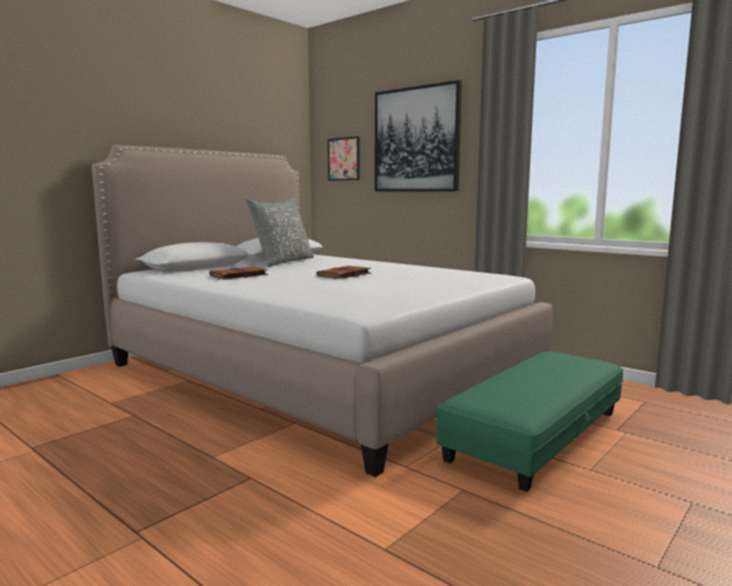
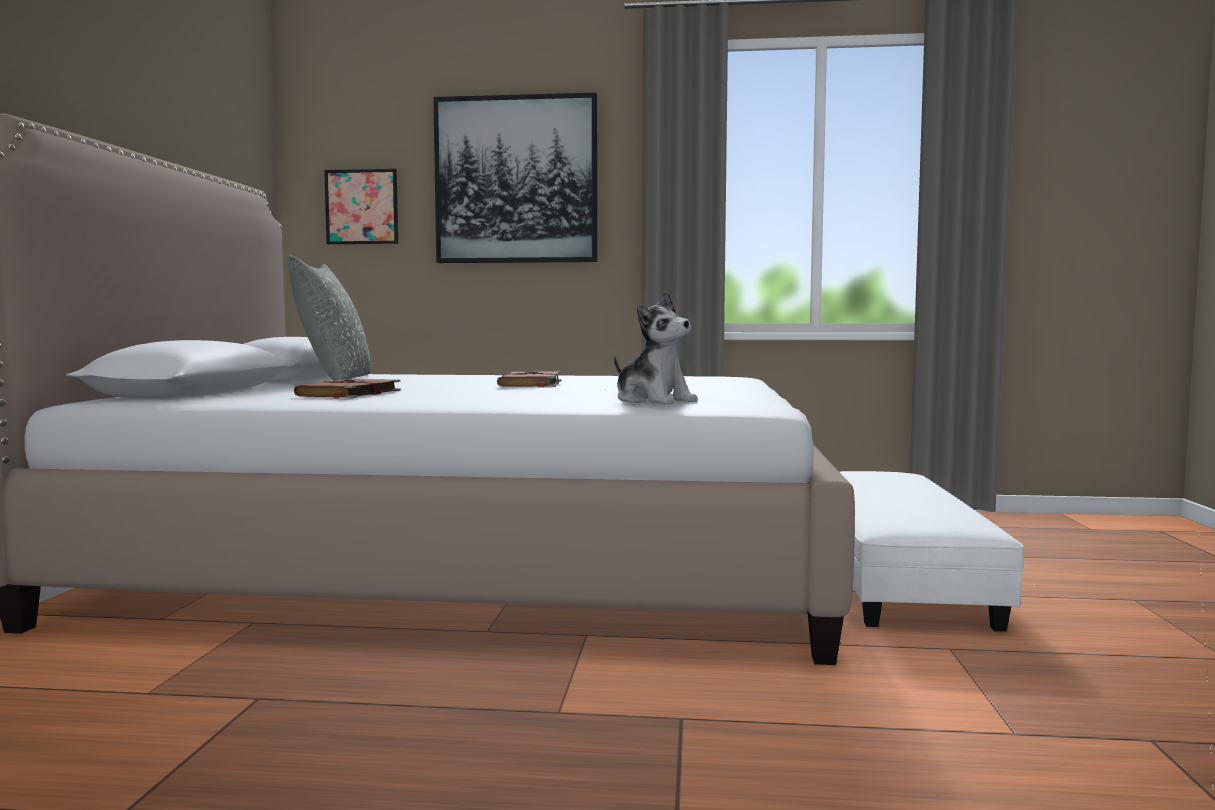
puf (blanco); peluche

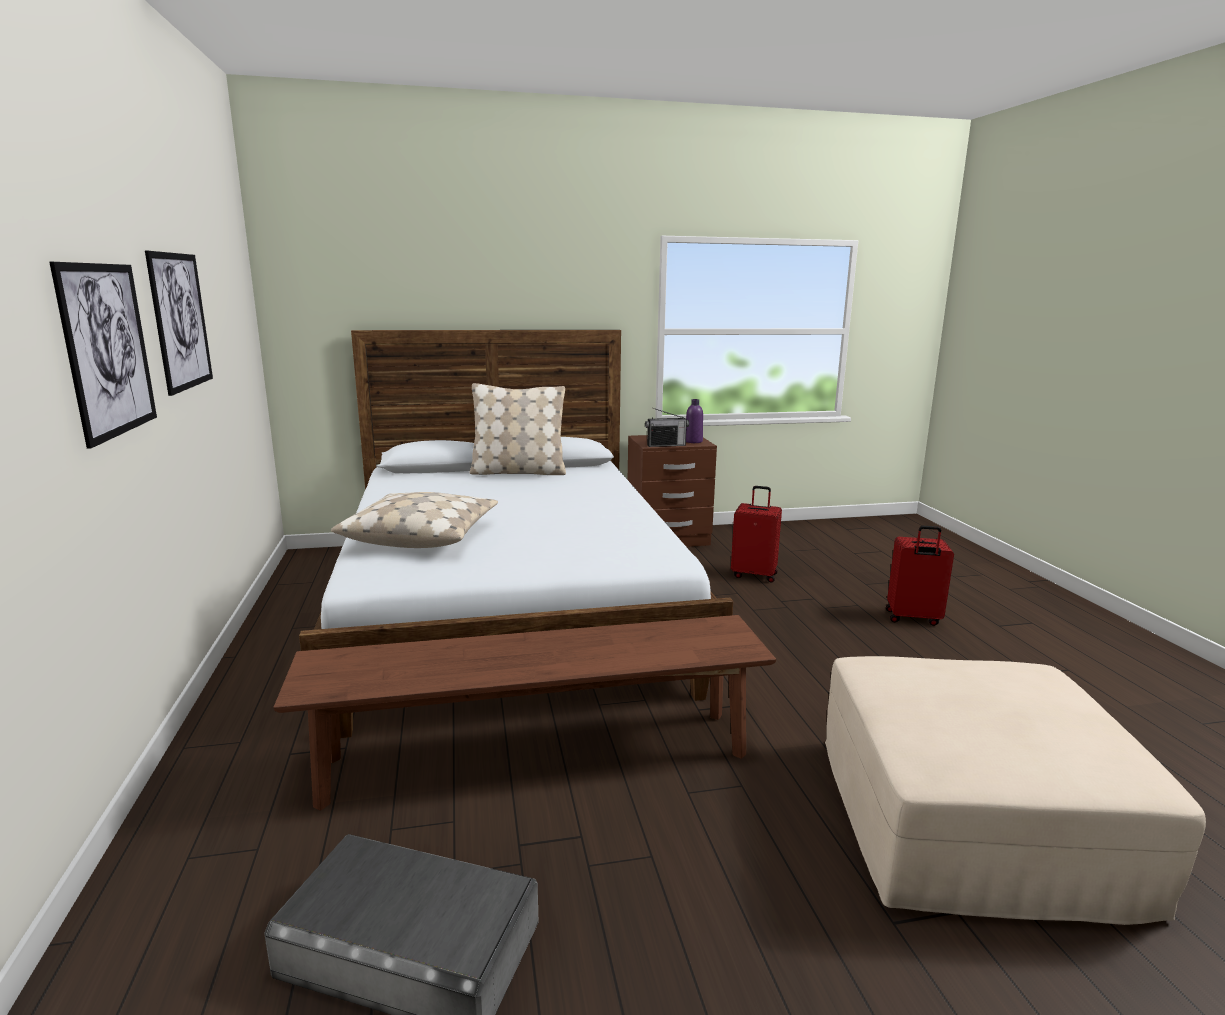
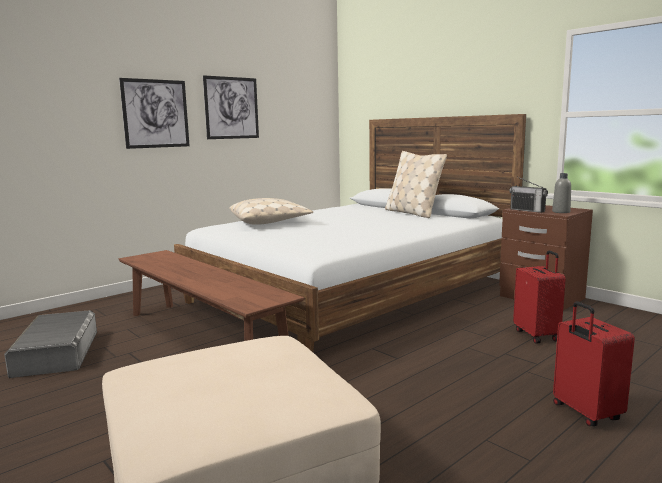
botella (gris)

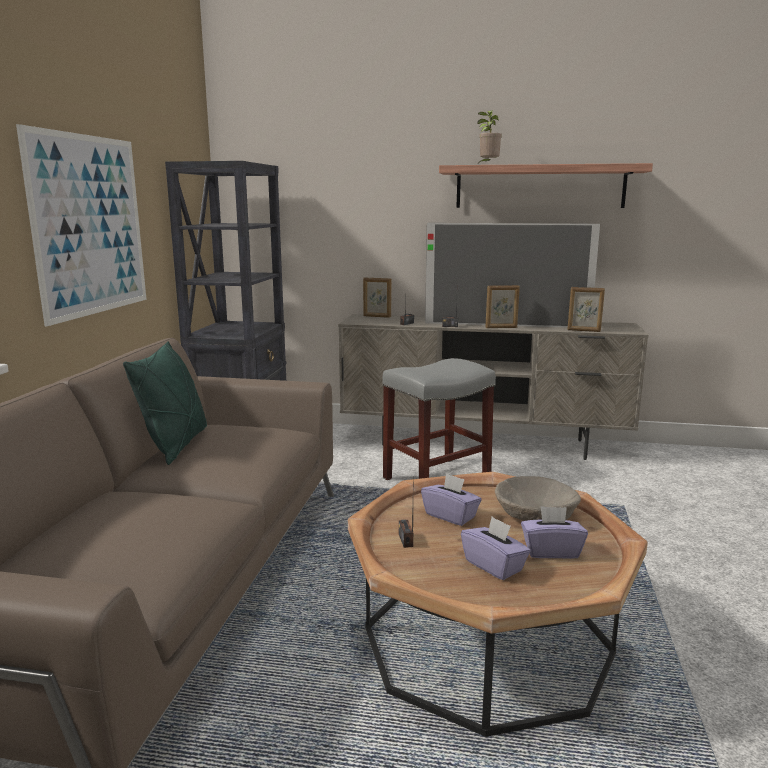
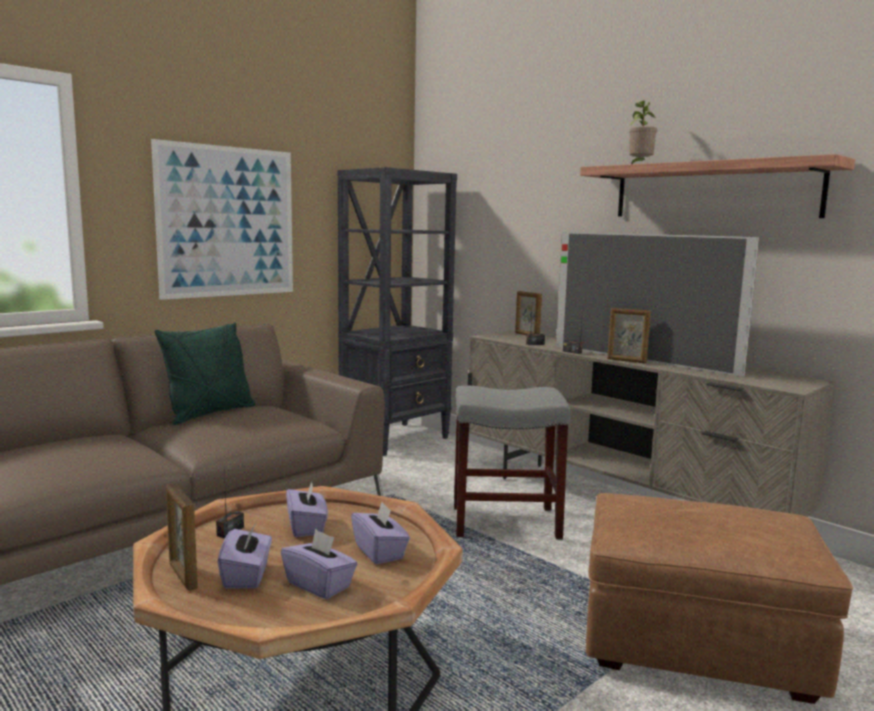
portarretratos (1st from left); caja de pañuelos (morado) (4th from left); puf (marrón)

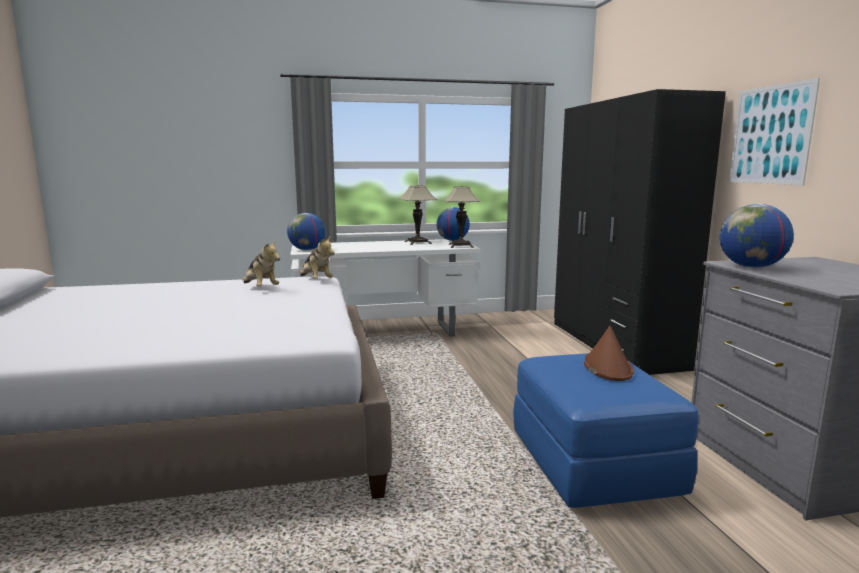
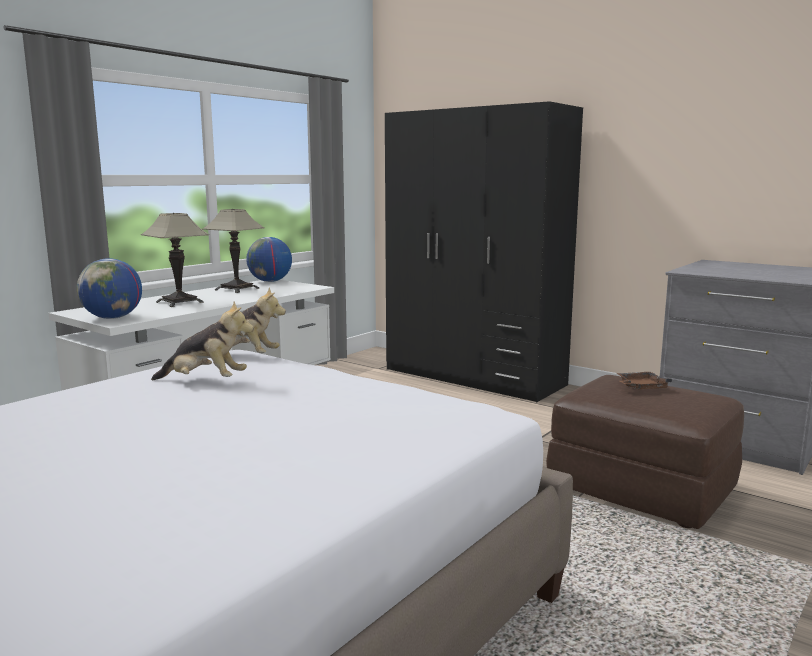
cuadro; lámpara de mesa (1st from left); globo terráqueo (3rd from left in the first image); bandeja (marrón); puf (marrón)

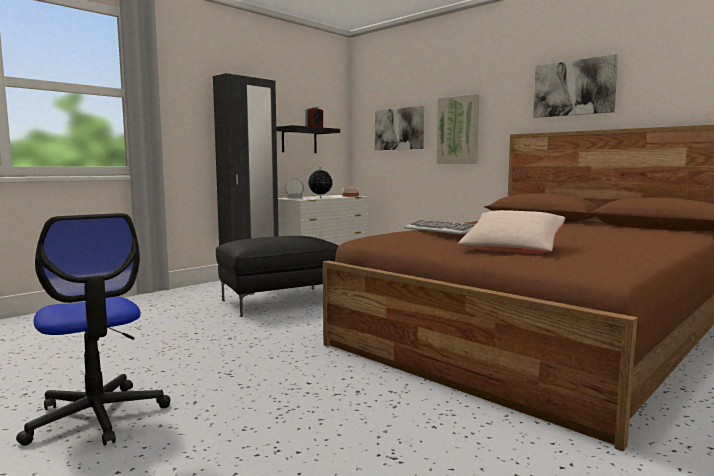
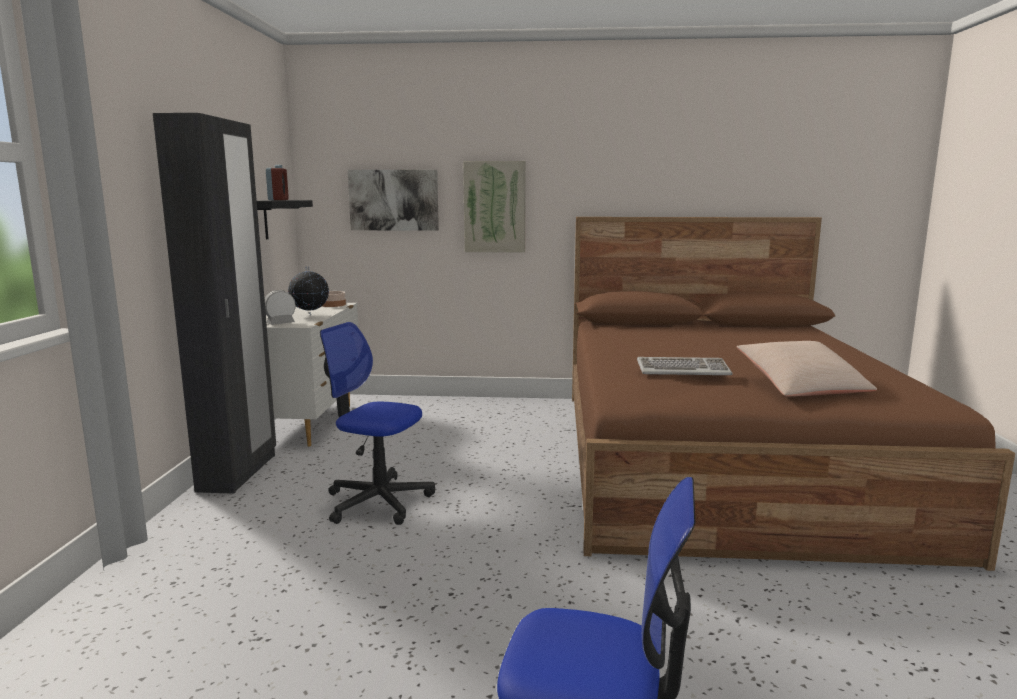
cuadro (3rd from left in the first image); silla de oficina (1st from left)

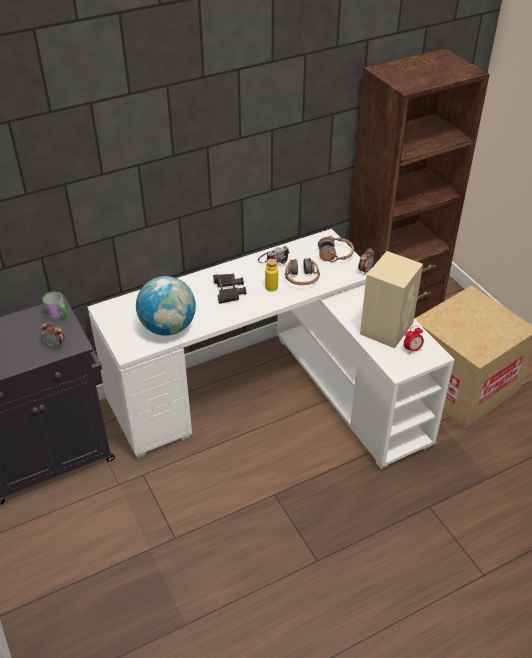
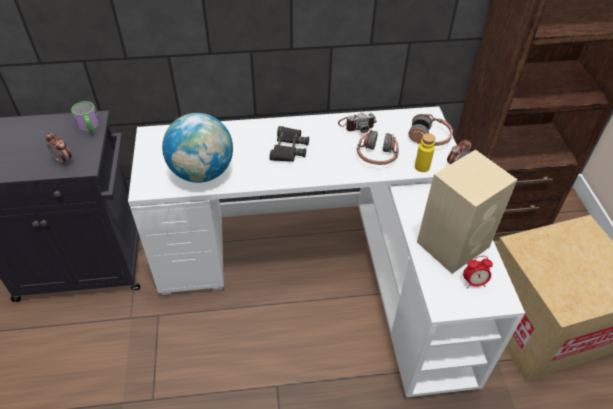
botella (amarillo)

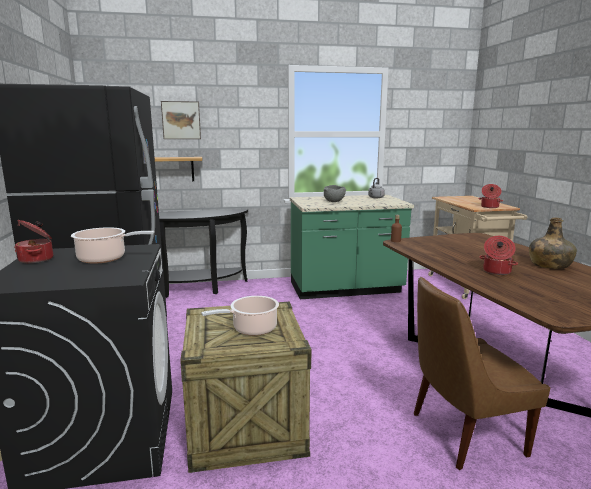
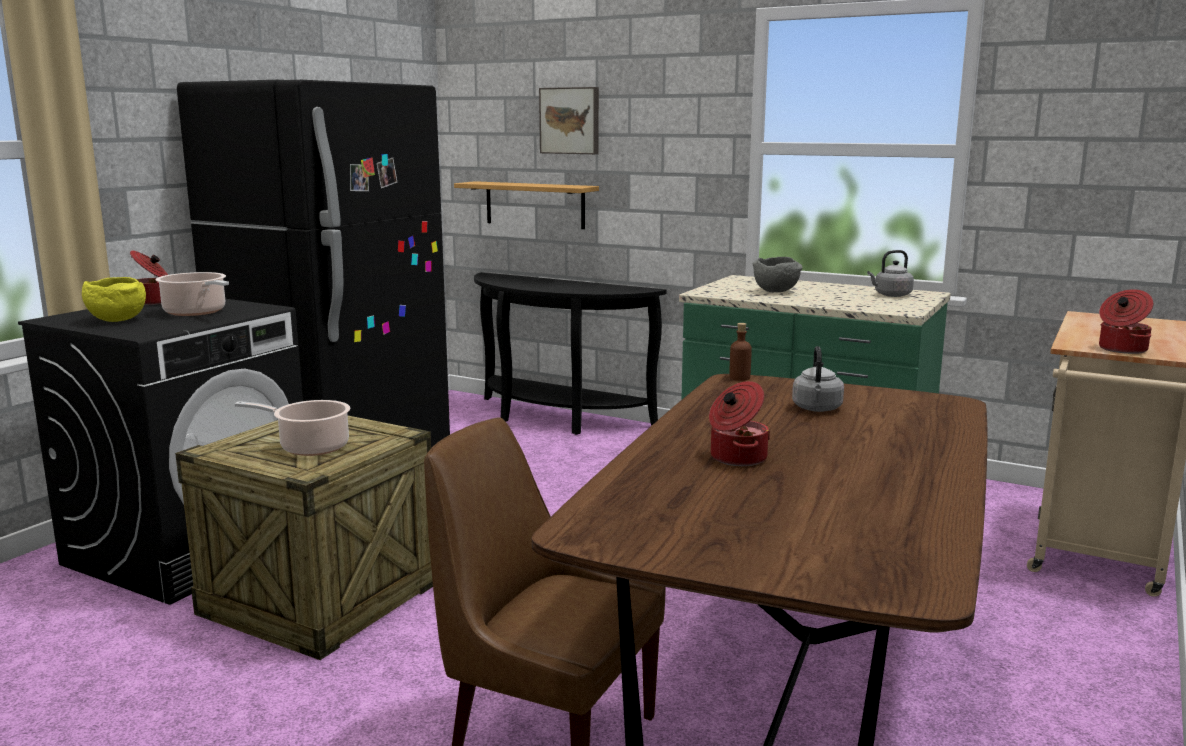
botella (verde); cuenco (amarillo); hervidor (gris) (1st from left)

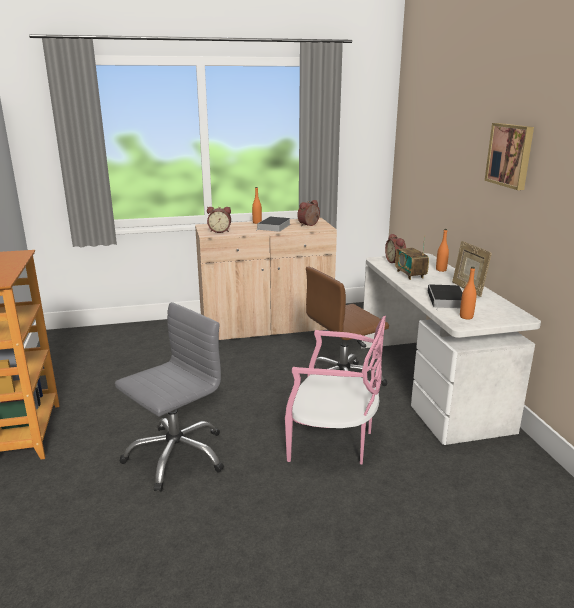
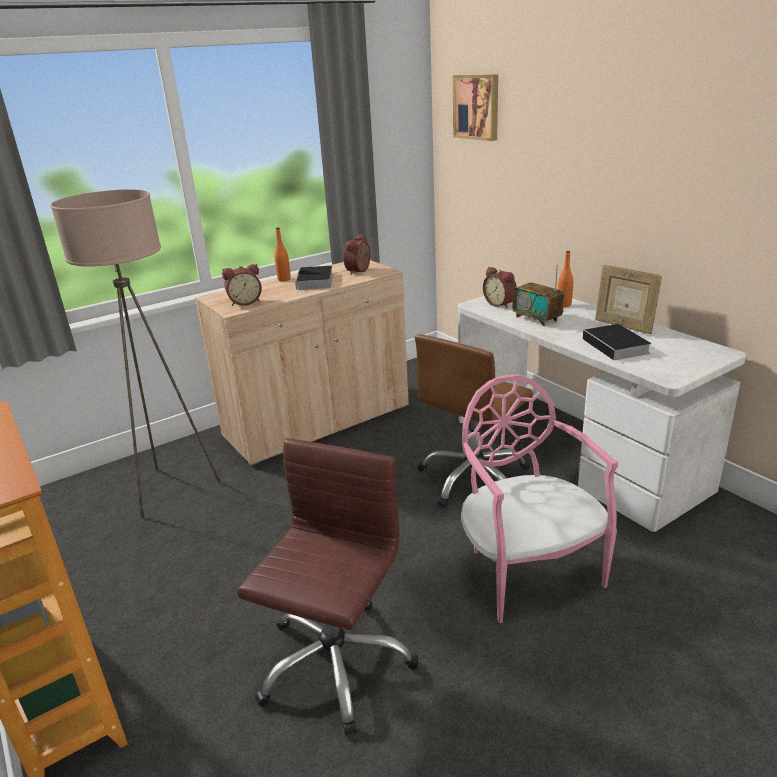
cuadro; botella (naranja) (3rd from left in the first image); silla de oficina (marrón) (1st from left); silla (rosa); lámpara de pie (beis)

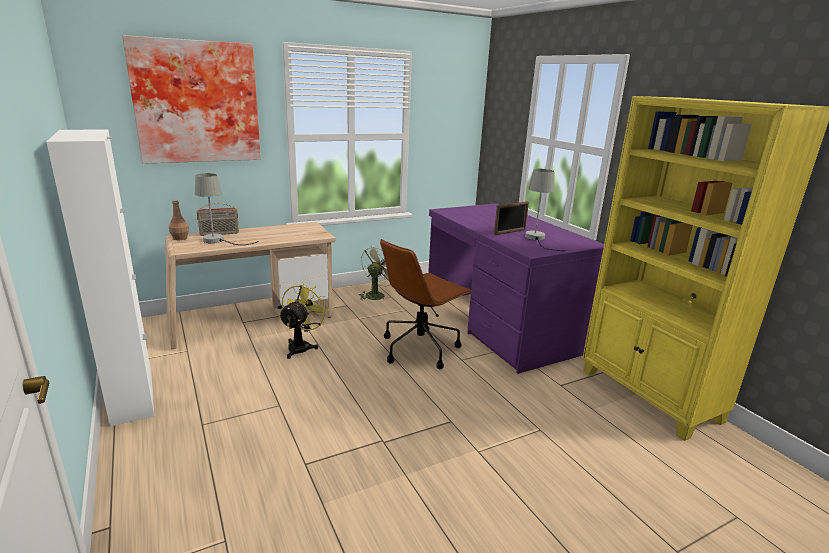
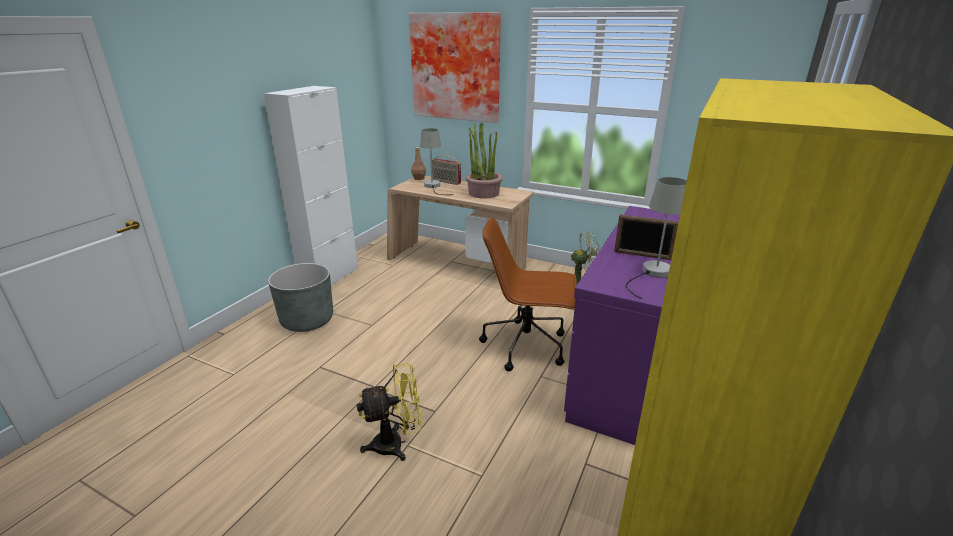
ventilador (amarillo); planta en maceta; maceta (gris)

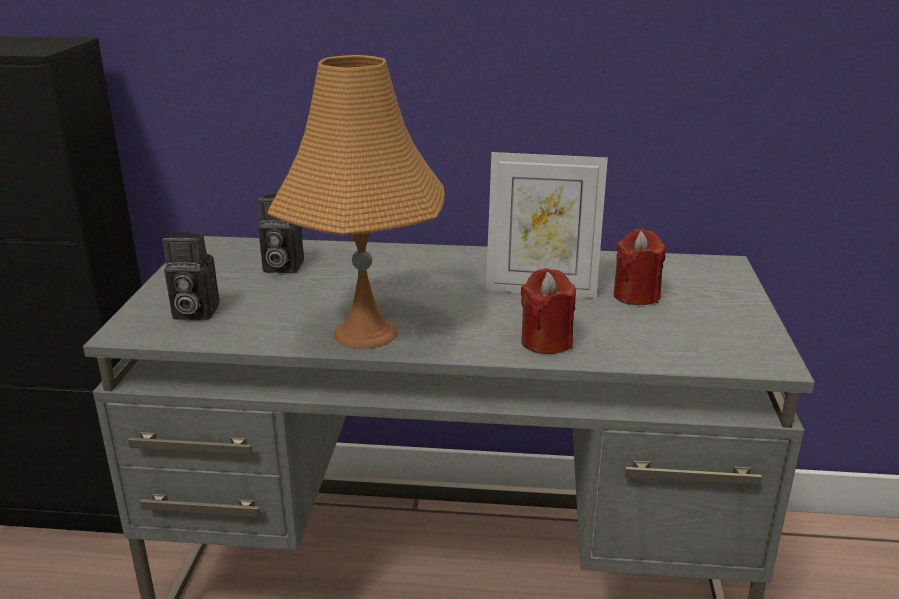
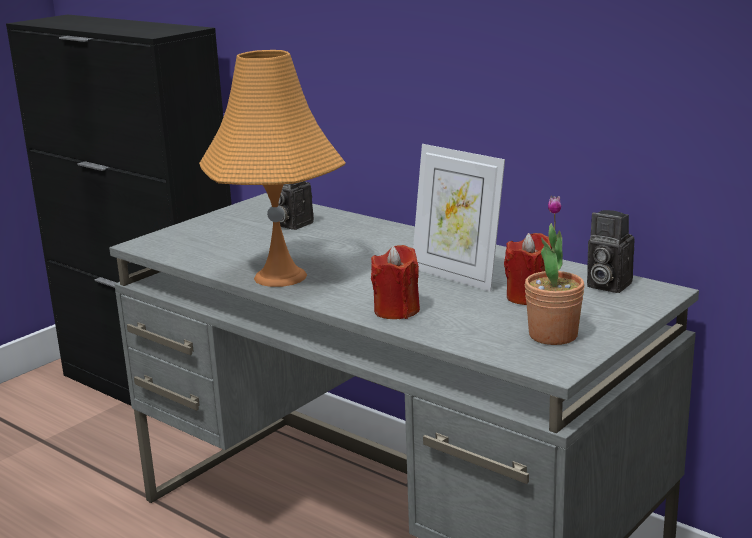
cámara (2nd from left); planta en maceta

